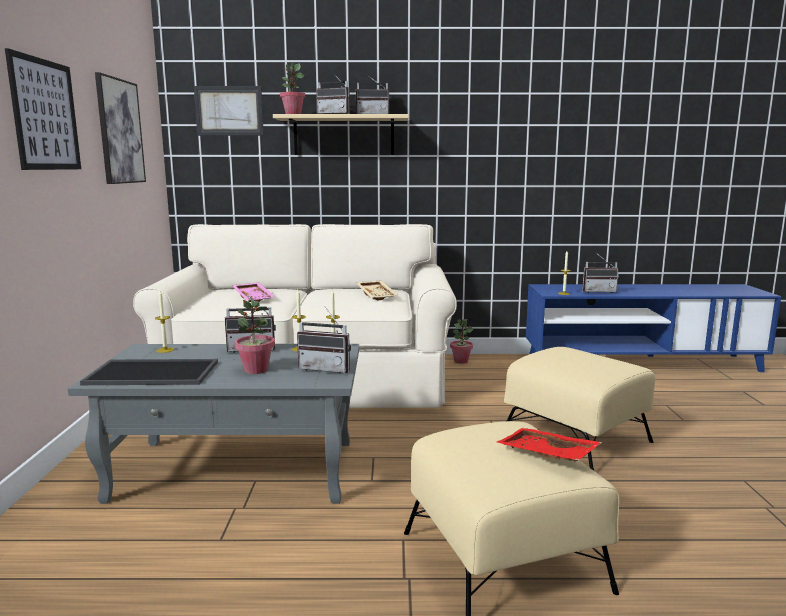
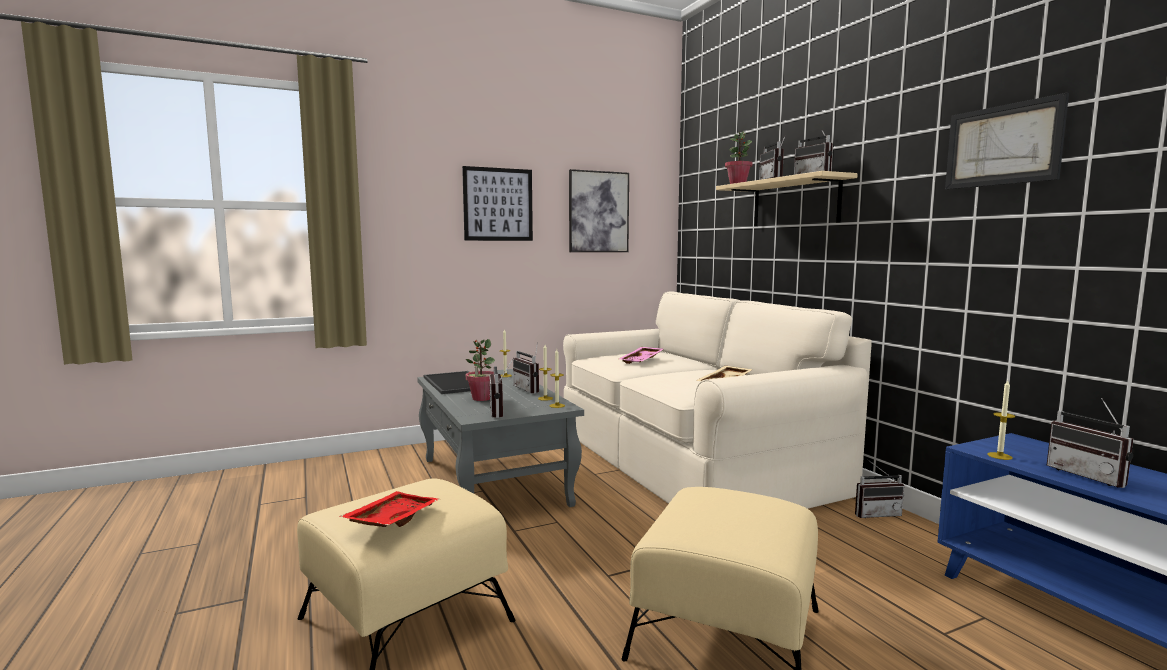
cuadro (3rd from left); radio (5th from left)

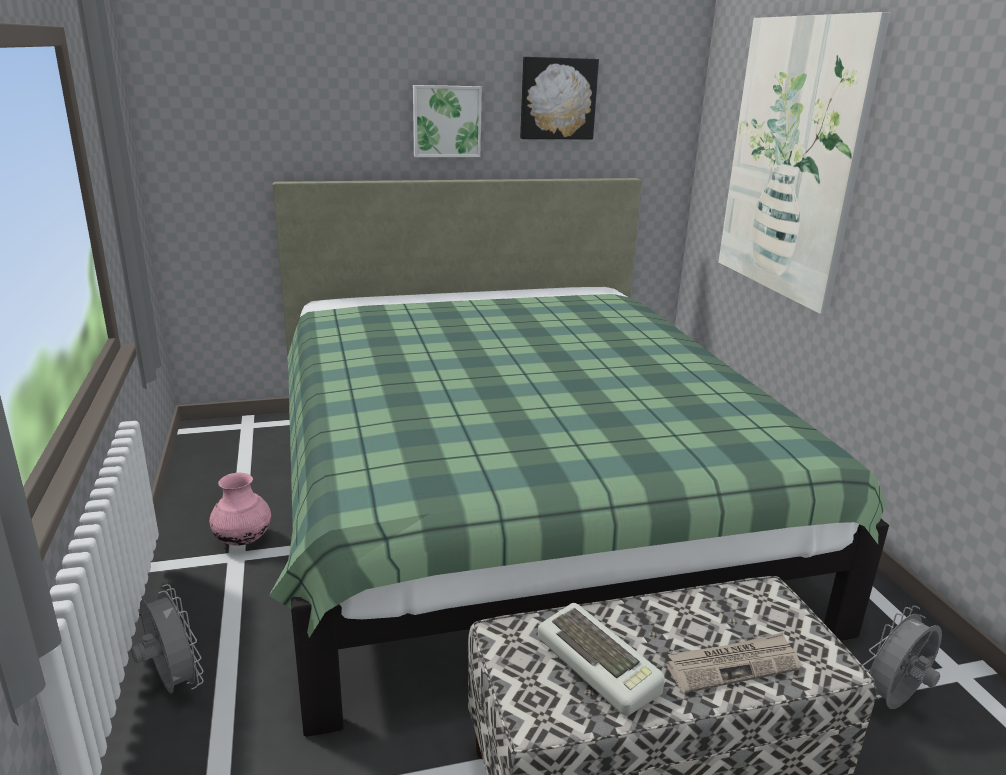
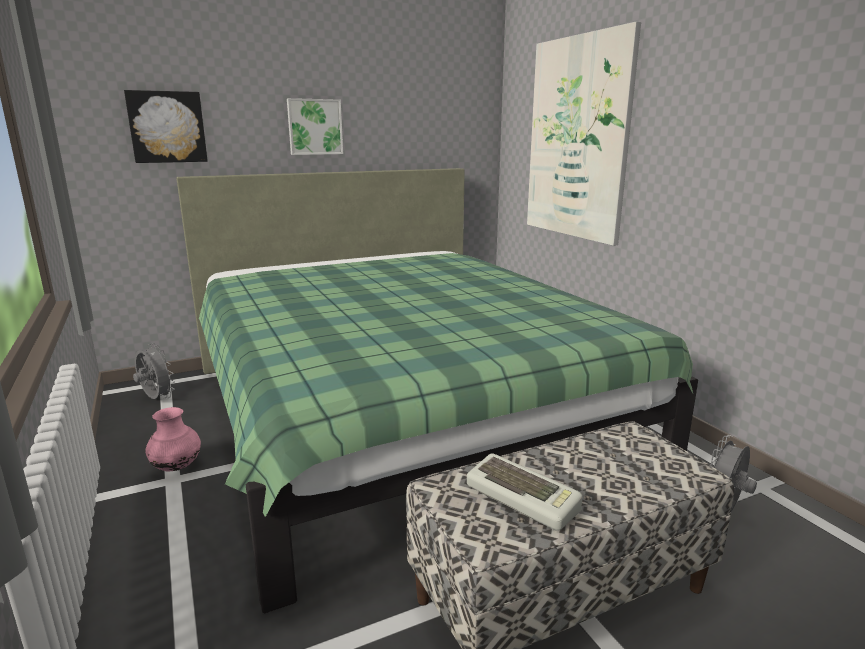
cuadro (1st from left); ventilador (gris) (1st from left); periódico

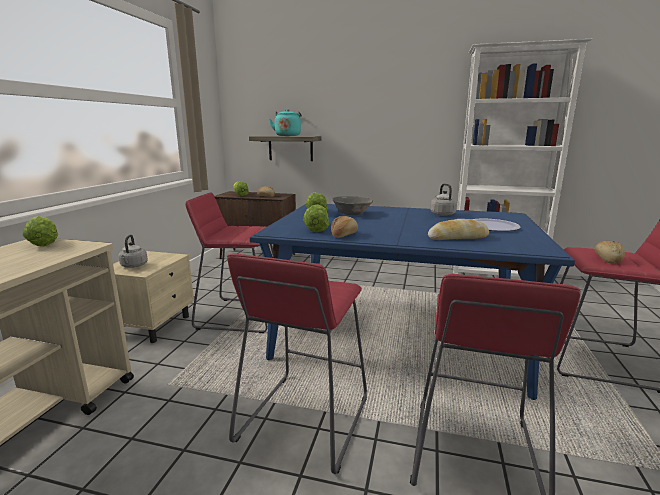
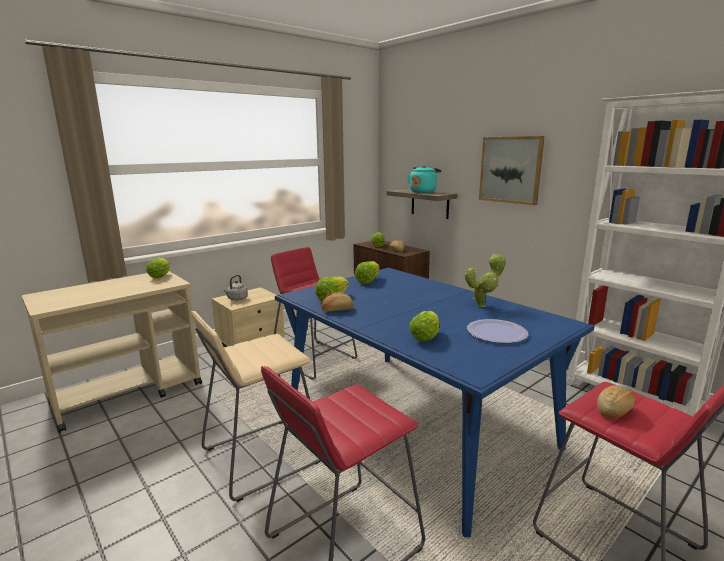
planta en maceta; cuenco (gris); lechuga (5th from left); taburete (beis); cuadro

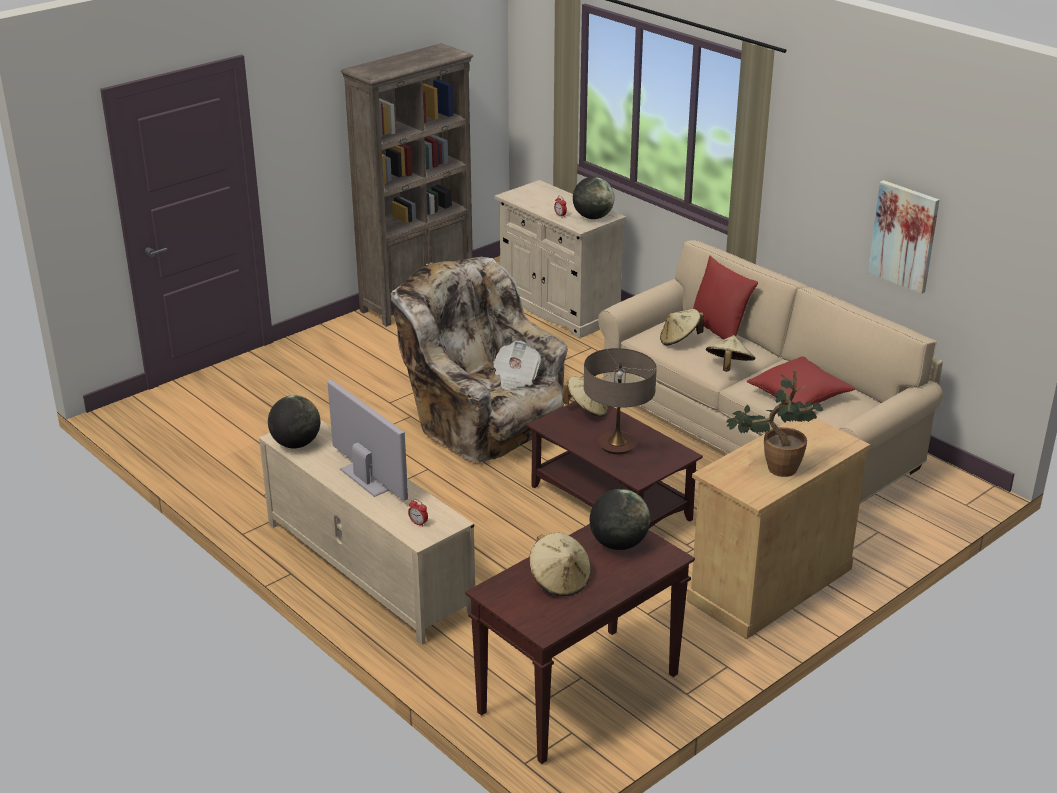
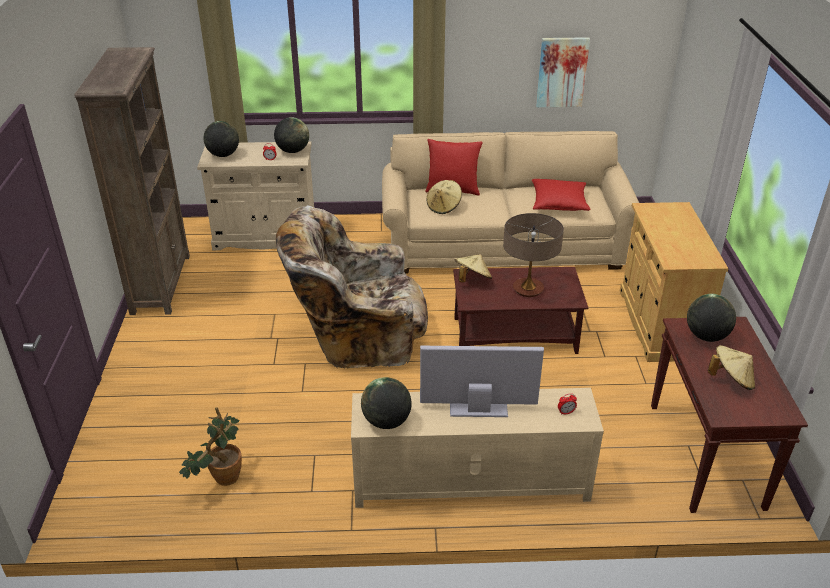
sombrero (beis) (4th from left in the first image); periódico; planta en maceta; globo terráqueo (1st from left)

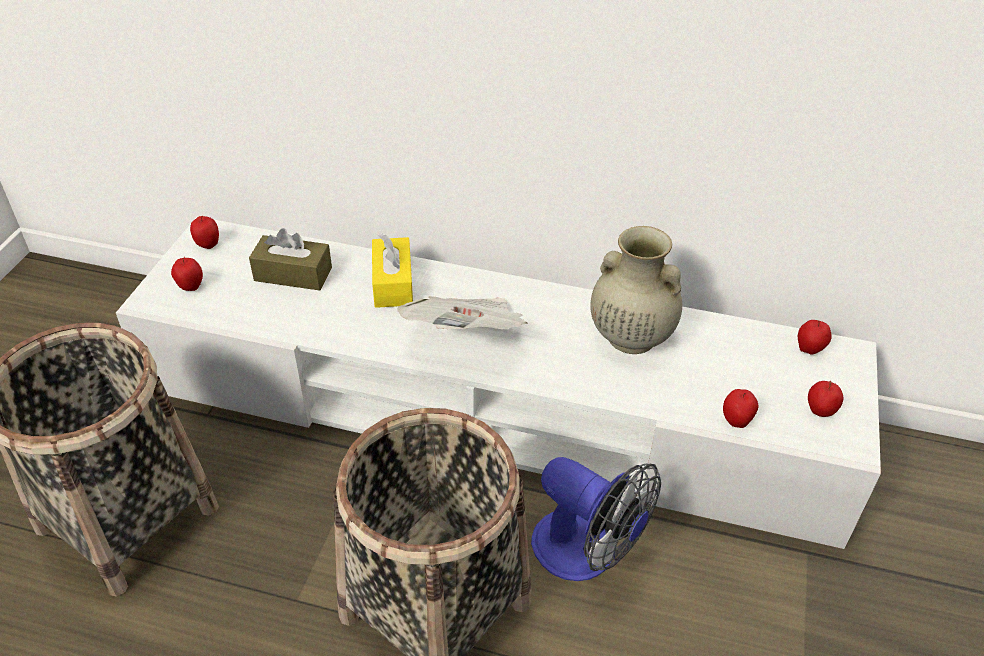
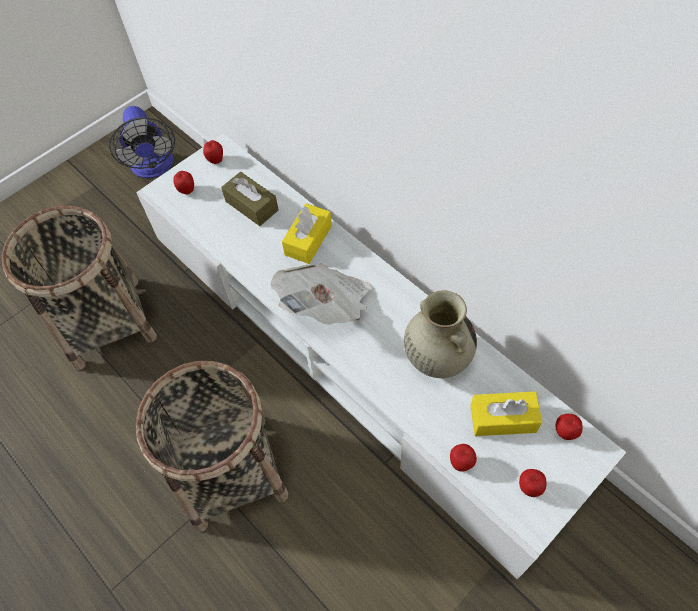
ventilador; caja de pañuelos (amarillo) (2nd from left)

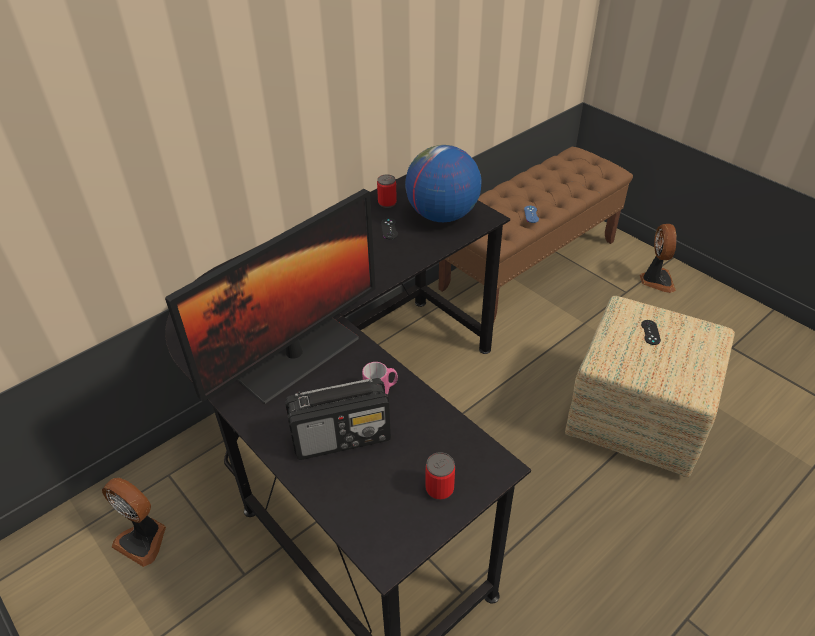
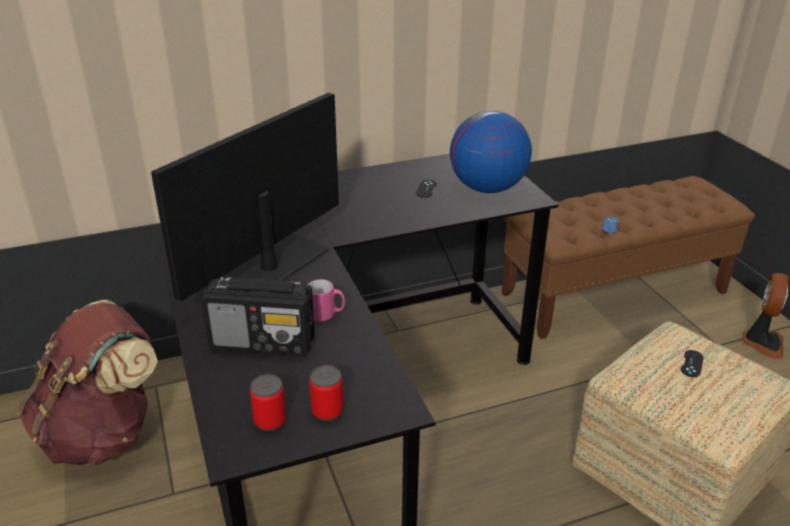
lata (1st from left); monitor; mochila (marrón)

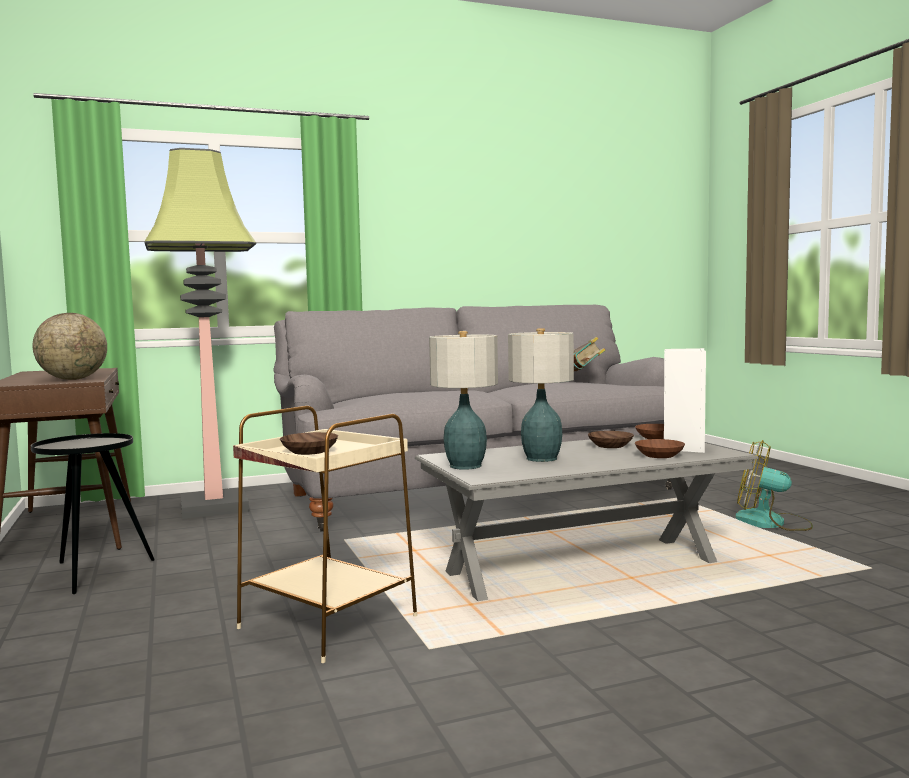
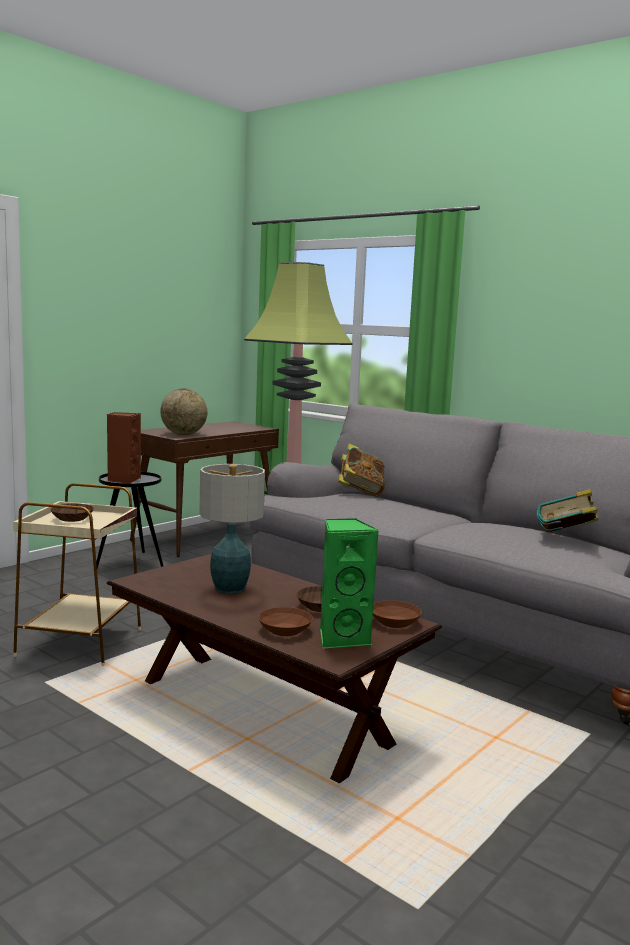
lámpara de mesa (1st from left in the first image); altavoz (verde); mesa de centro (marrón); ventilador; altavoz (marrón); libro (1st from left)

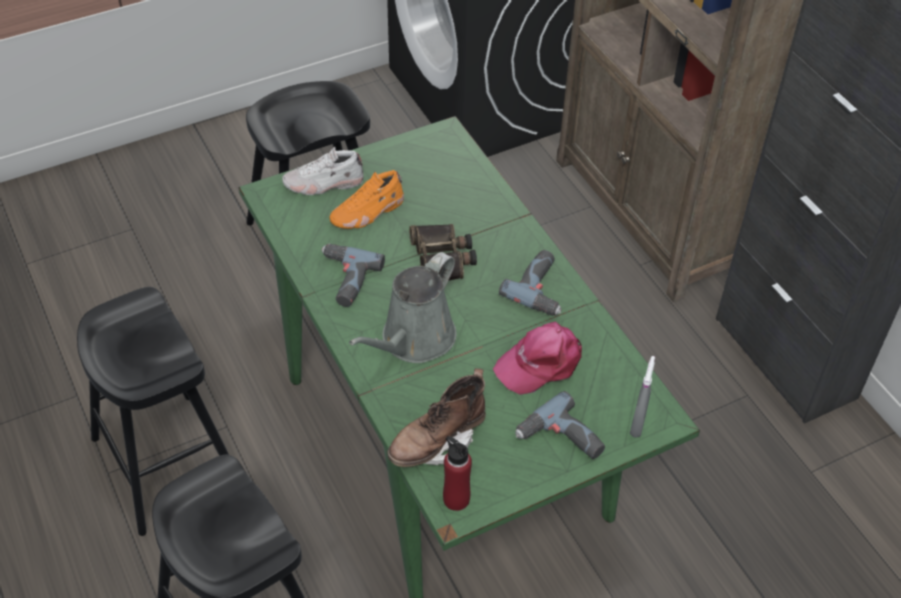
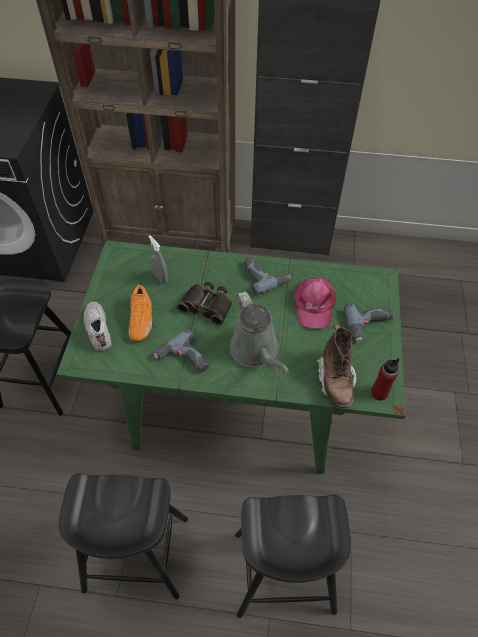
zapato (blanco); pulverizador (gris)

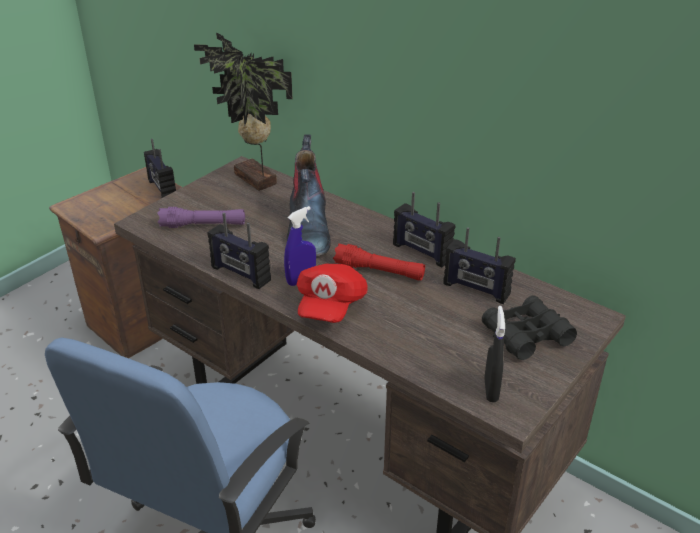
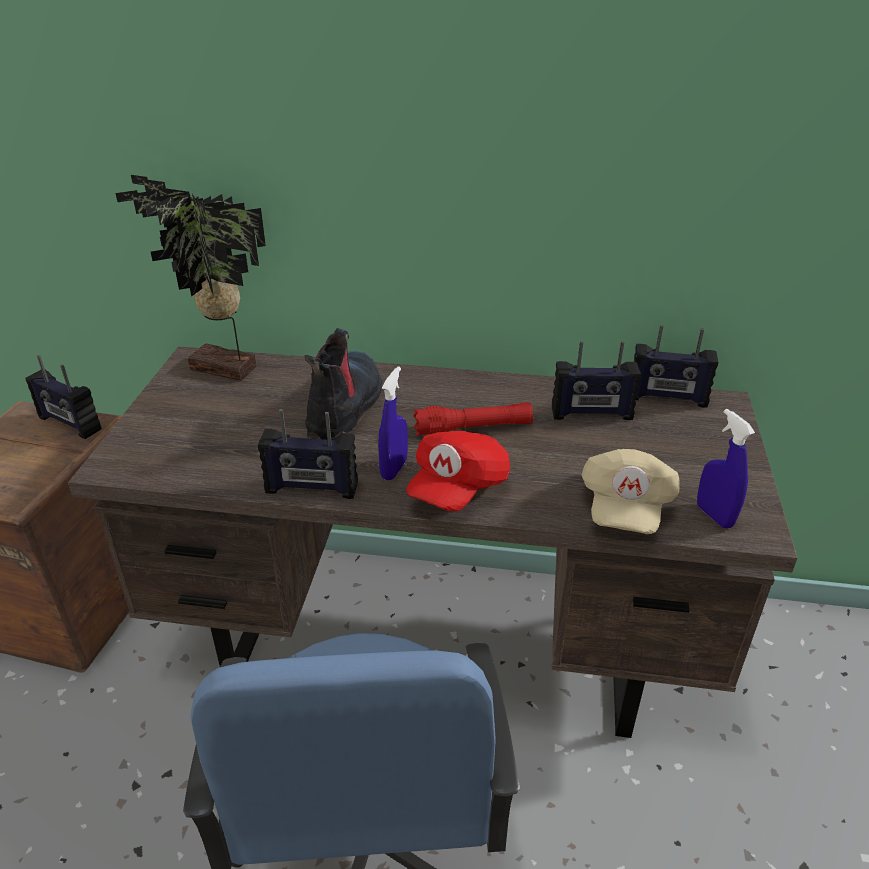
bota; radio (4th from left); linterna (morado); gorra (rojo); prismáticos (negro); pulverizador (azul) (2nd from left); gorra (beis)

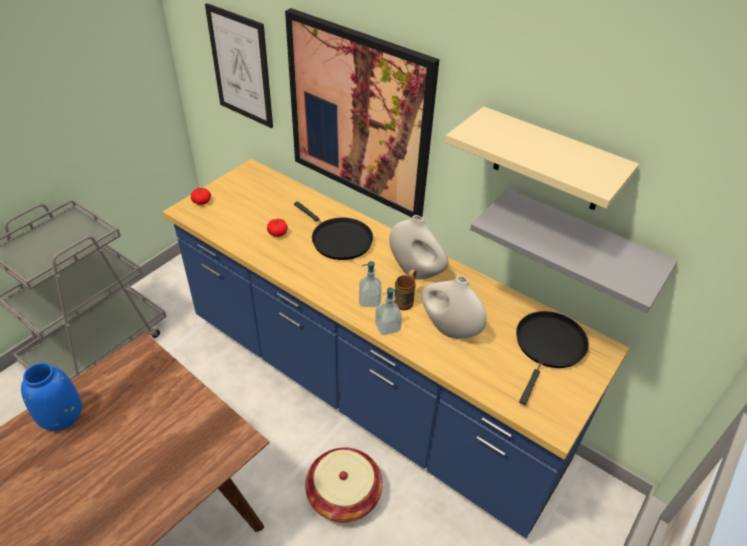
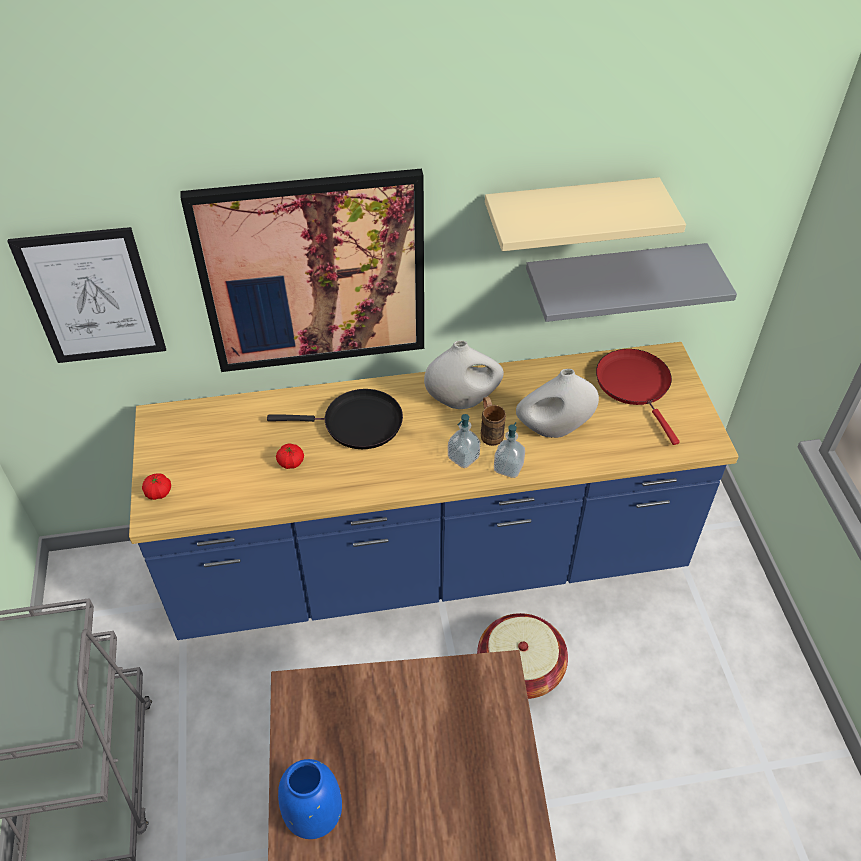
sartén (rojo)

